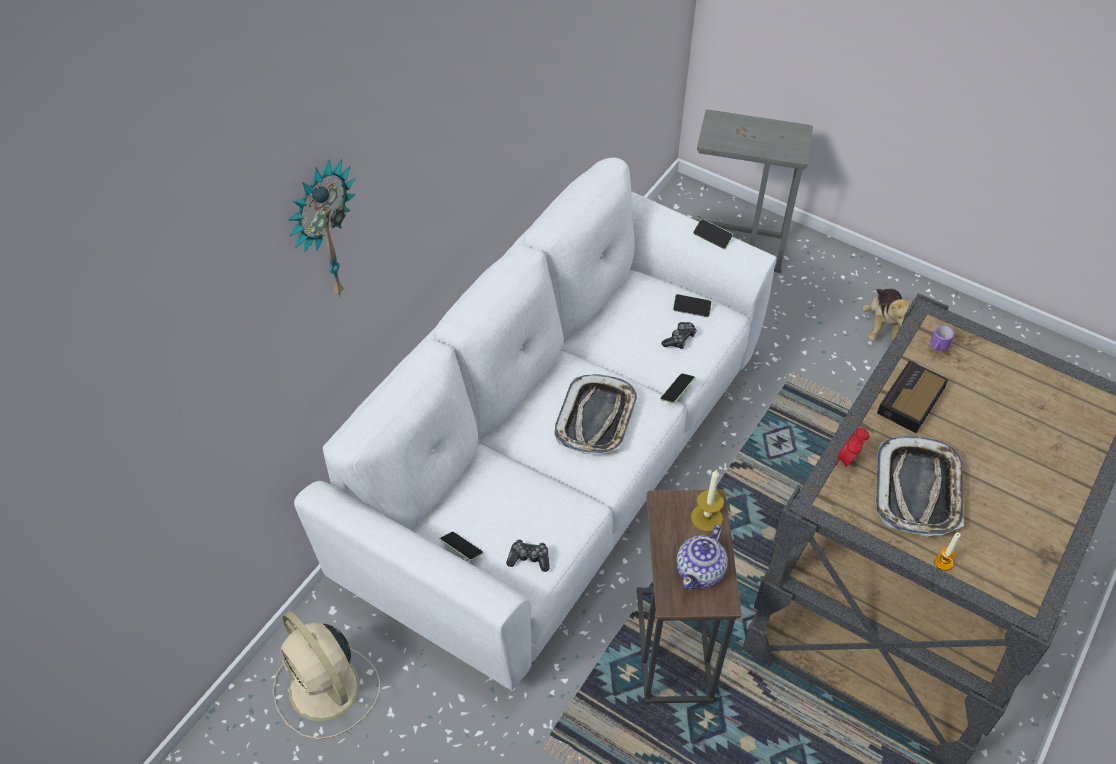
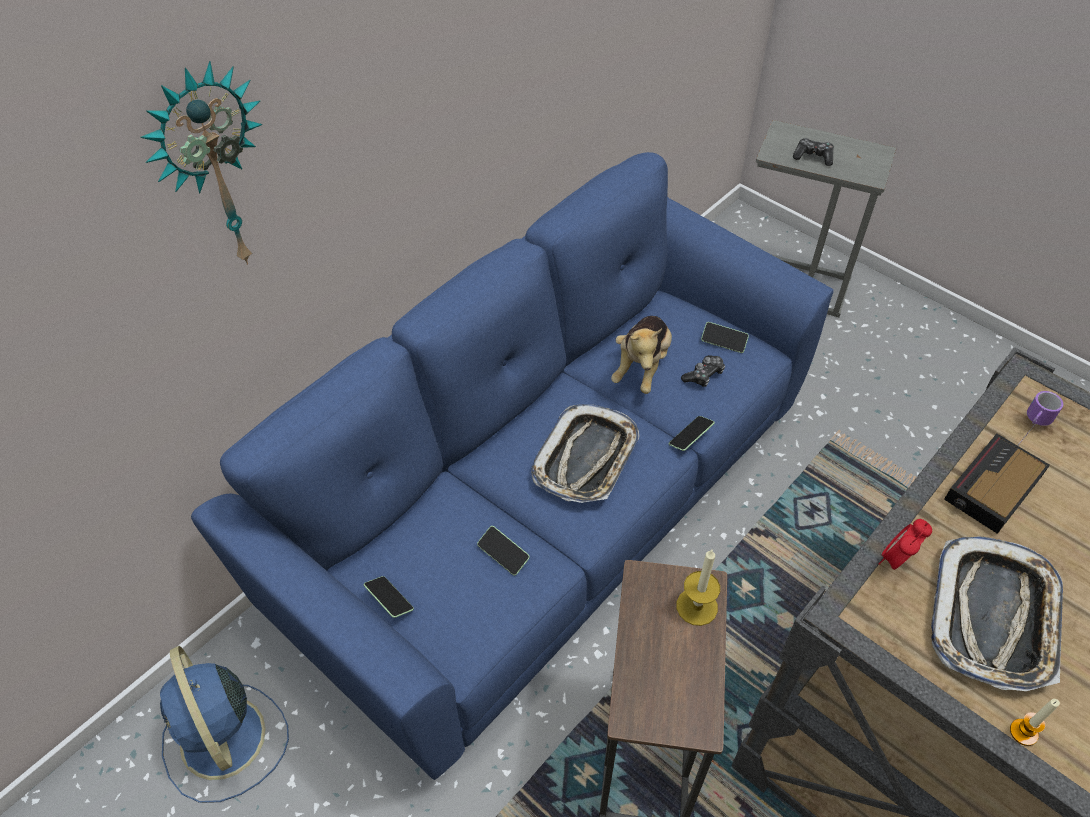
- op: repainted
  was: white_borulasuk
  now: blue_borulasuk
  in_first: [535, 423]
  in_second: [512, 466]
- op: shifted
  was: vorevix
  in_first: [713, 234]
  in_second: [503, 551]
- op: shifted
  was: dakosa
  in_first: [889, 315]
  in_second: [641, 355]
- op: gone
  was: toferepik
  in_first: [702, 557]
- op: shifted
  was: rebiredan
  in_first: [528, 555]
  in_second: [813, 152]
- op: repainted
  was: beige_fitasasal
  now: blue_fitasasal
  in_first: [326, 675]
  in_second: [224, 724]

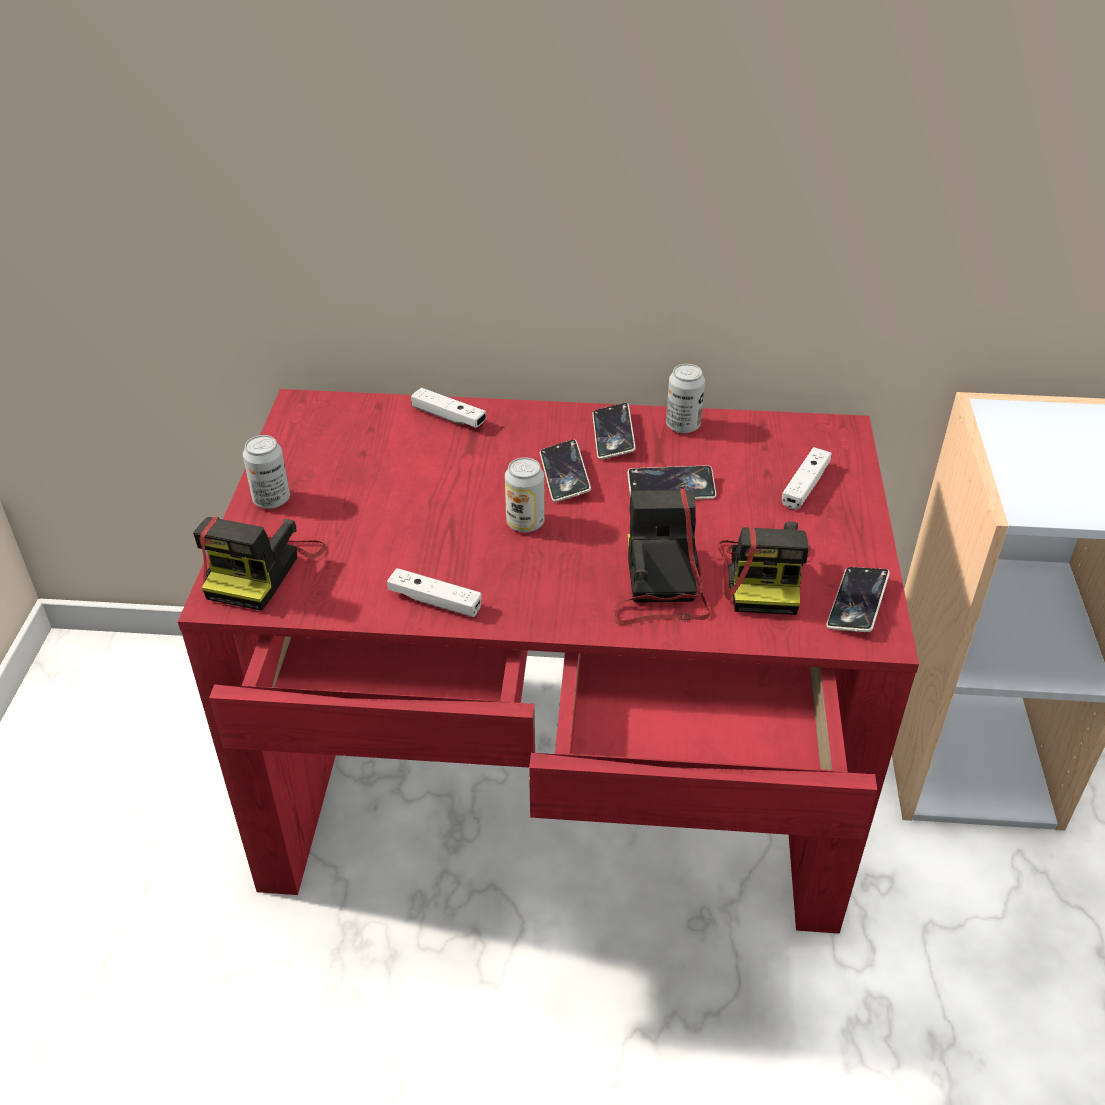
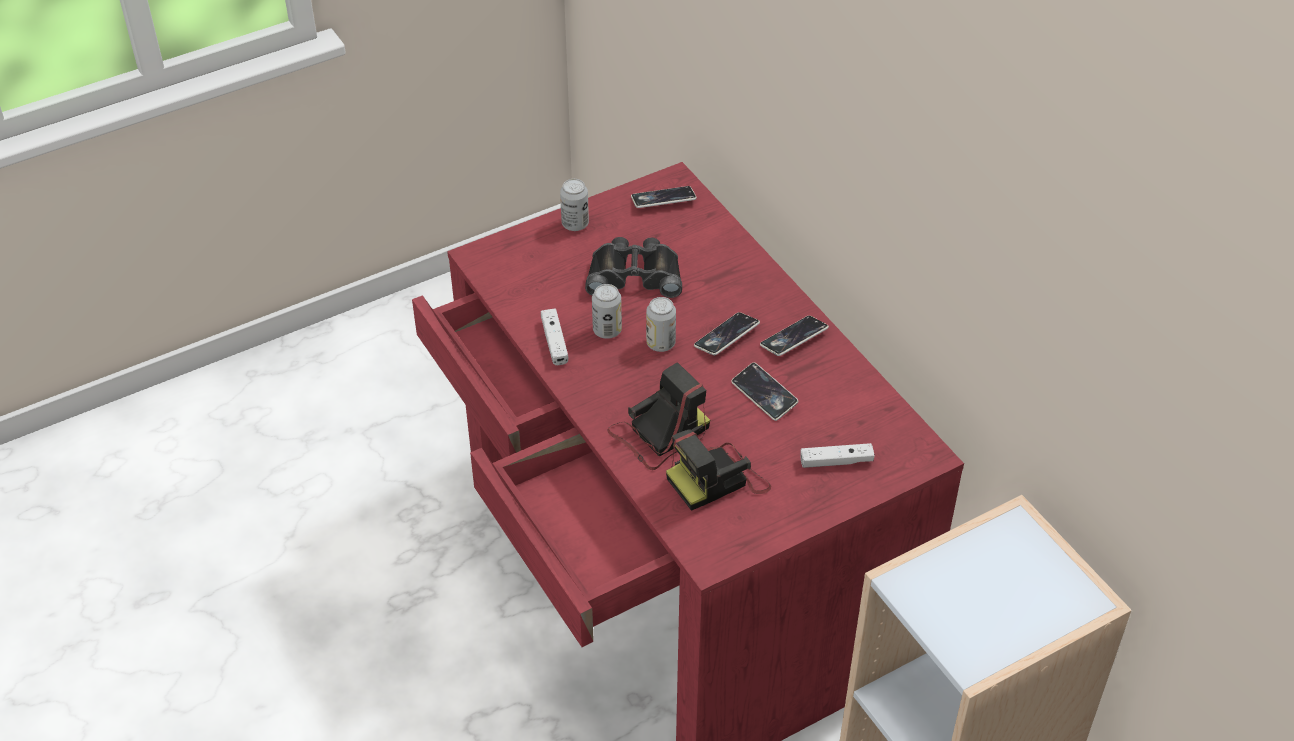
- op: shifted
  was: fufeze
  in_first: [685, 398]
  in_second: [607, 311]
- op: gone
  was: white_rebiredan
  in_first: [448, 407]
- op: gone
  was: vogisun
  in_first: [259, 564]
- op: shifted
  was: vorevix
  in_first: [858, 599]
  in_second: [664, 197]
- op: new
  now: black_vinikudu
  in_second: [633, 267]

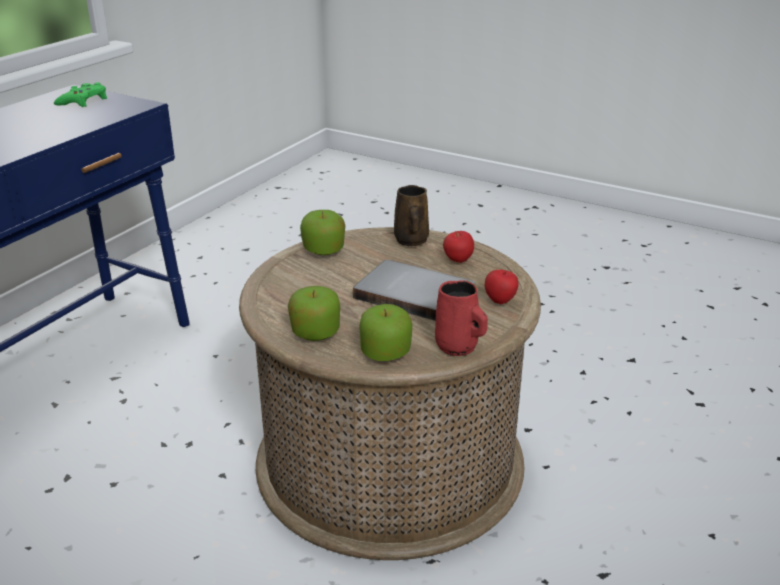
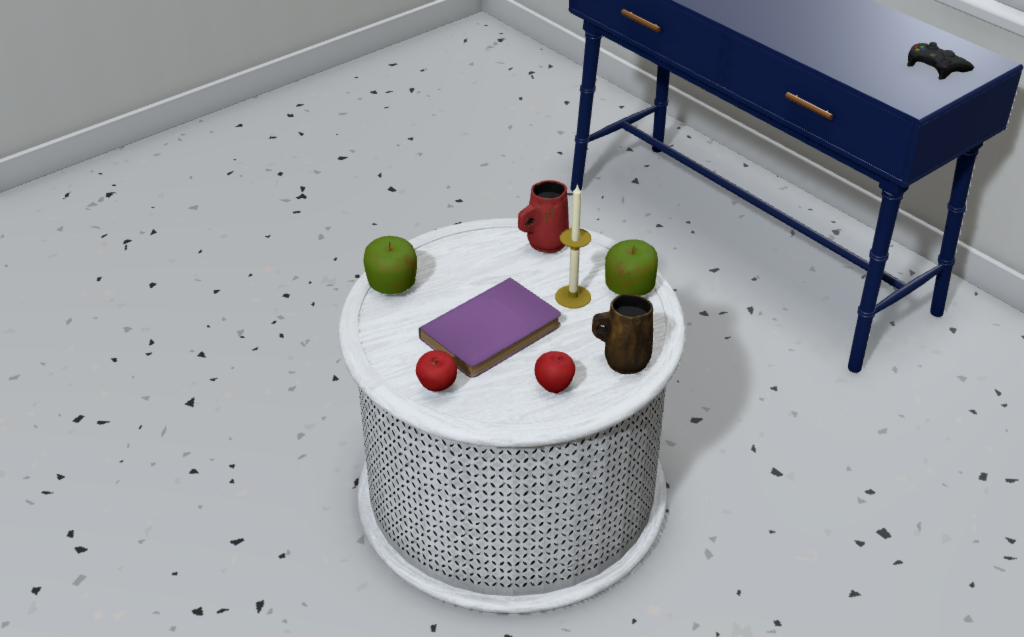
- op: repainted
  was: green_rebiredan
  now: black_rebiredan
  in_first: [80, 94]
  in_second: [940, 61]
- op: repainted
  was: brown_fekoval
  now: white_fekoval
  in_first: [390, 393]
  in_second: [512, 416]
- op: repainted
  was: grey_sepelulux
  now: purple_sepelulux
  in_first: [414, 290]
  in_second: [490, 328]
- op: shifted
  was: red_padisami
  in_first: [461, 318]
  in_second: [543, 216]
- op: gone
  was: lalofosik
  in_first: [314, 313]
- op: new
  now: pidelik
  in_second: [573, 245]

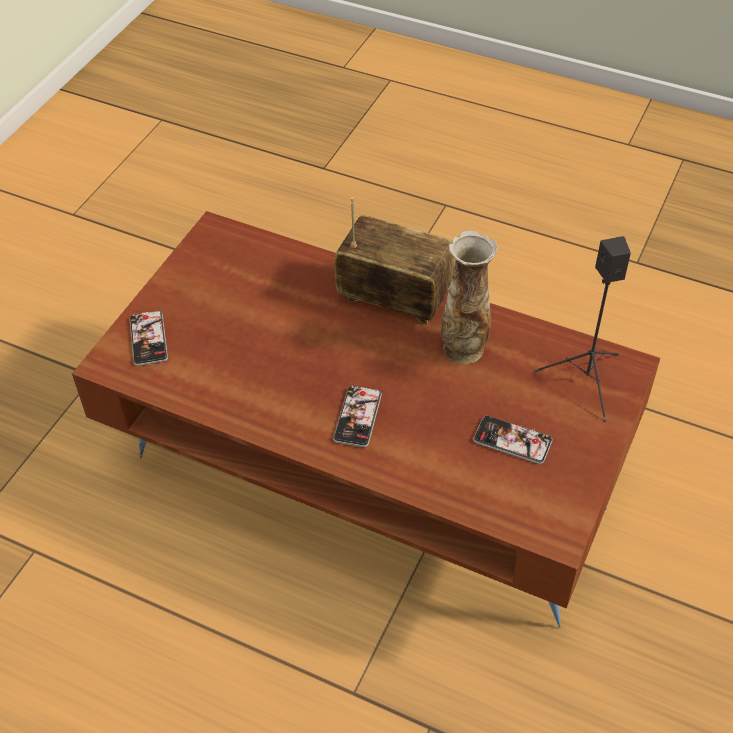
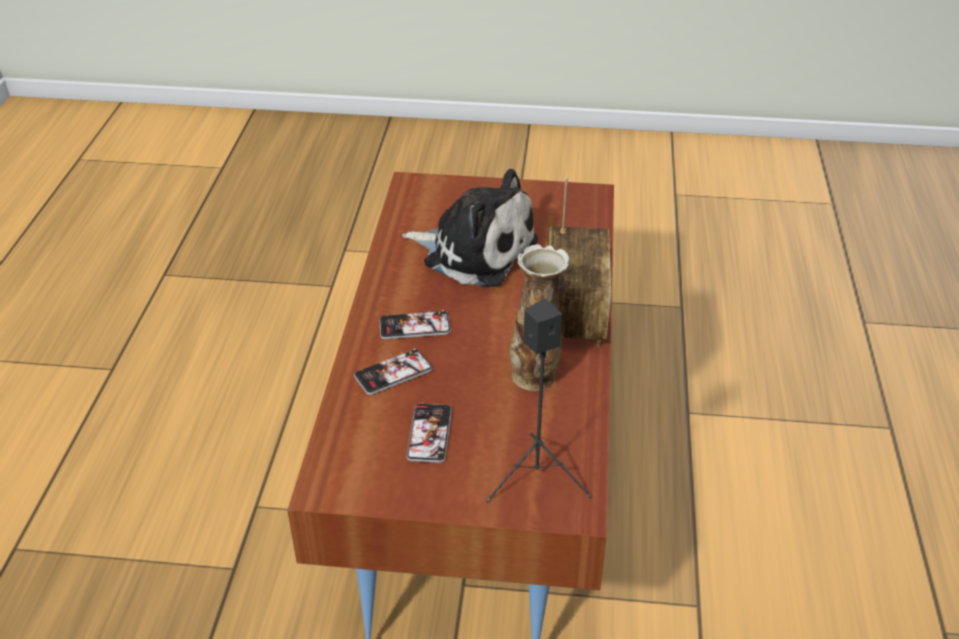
- op: shifted
  was: vorevix
  in_first: [149, 338]
  in_second: [393, 371]
- op: new
  now: dakosa
  in_second: [470, 228]

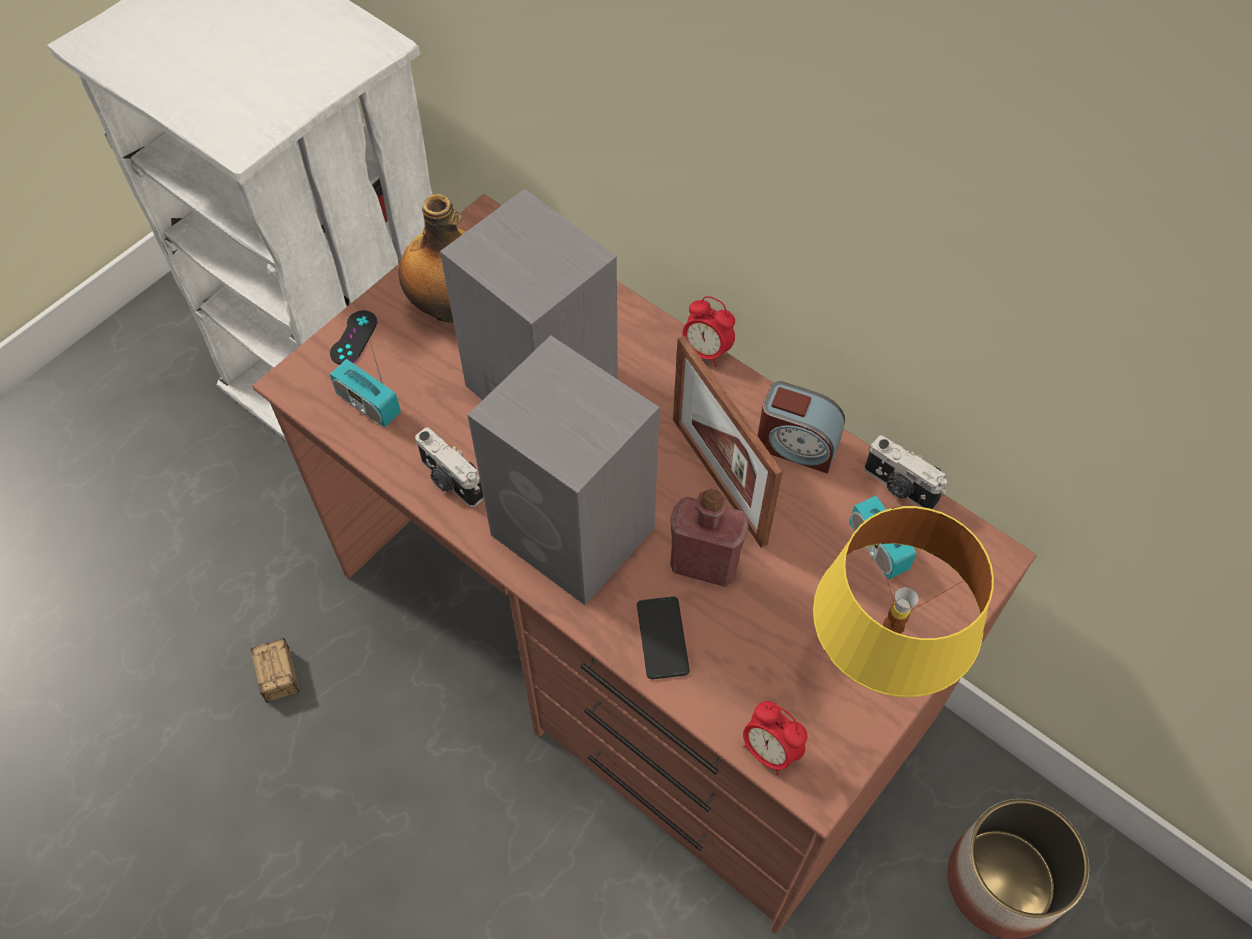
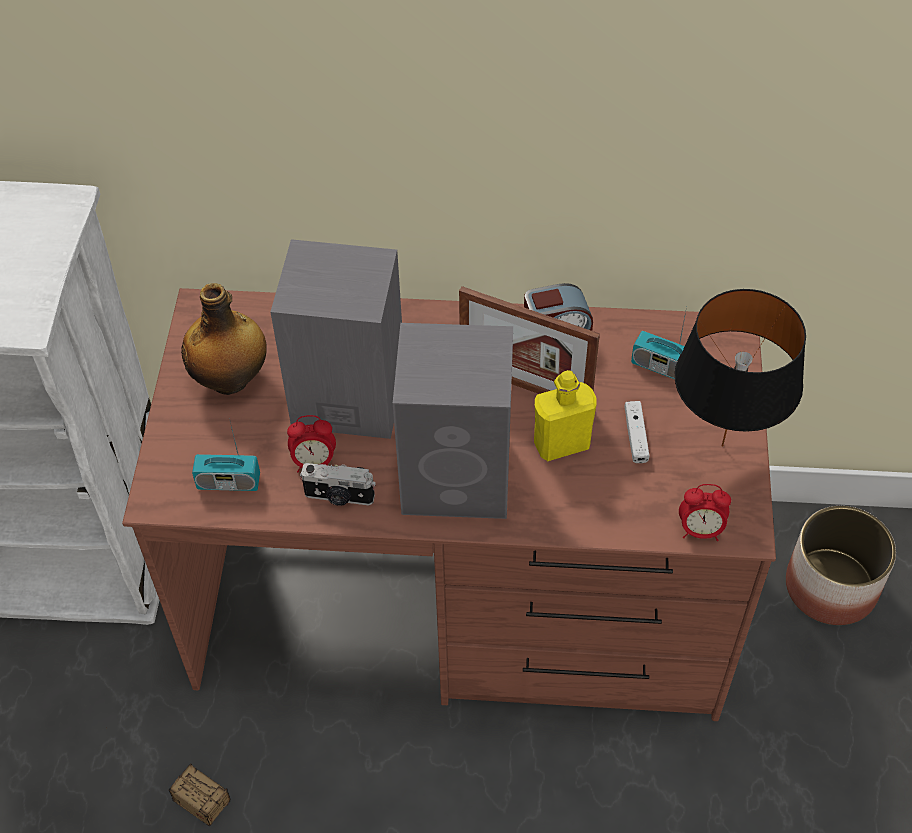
- op: shifted
  was: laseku
  in_first: [709, 331]
  in_second: [311, 443]
- op: gone
  was: black_rebiredan
  in_first: [353, 337]
- op: gone
  was: vogisun
  in_first: [905, 472]
- op: repainted
  was: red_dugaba
  now: yellow_dugaba
  in_first: [709, 538]
  in_second: [565, 415]
- op: repainted
  was: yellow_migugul
  now: black_migugul
  in_first: [903, 601]
  in_second: [740, 368]
- op: gone
  was: vorevix
  in_first: [663, 638]
- op: new
  now: white_rebiredan
  in_second: [637, 432]

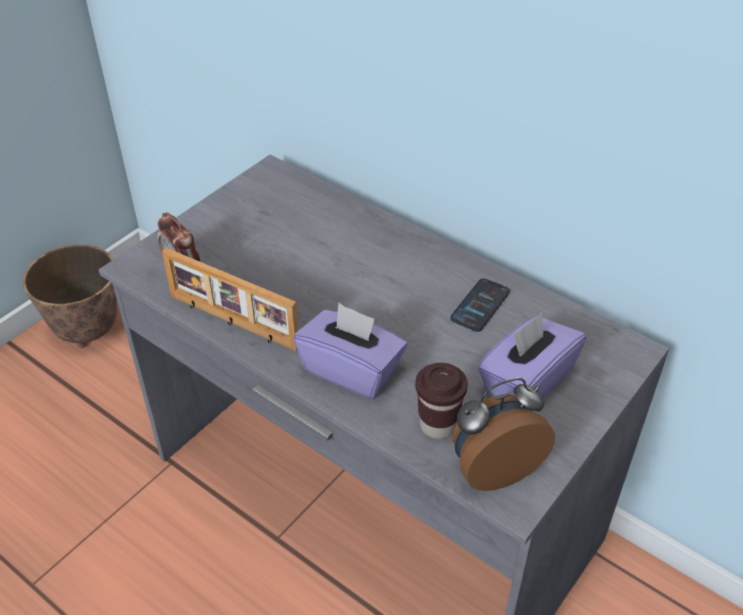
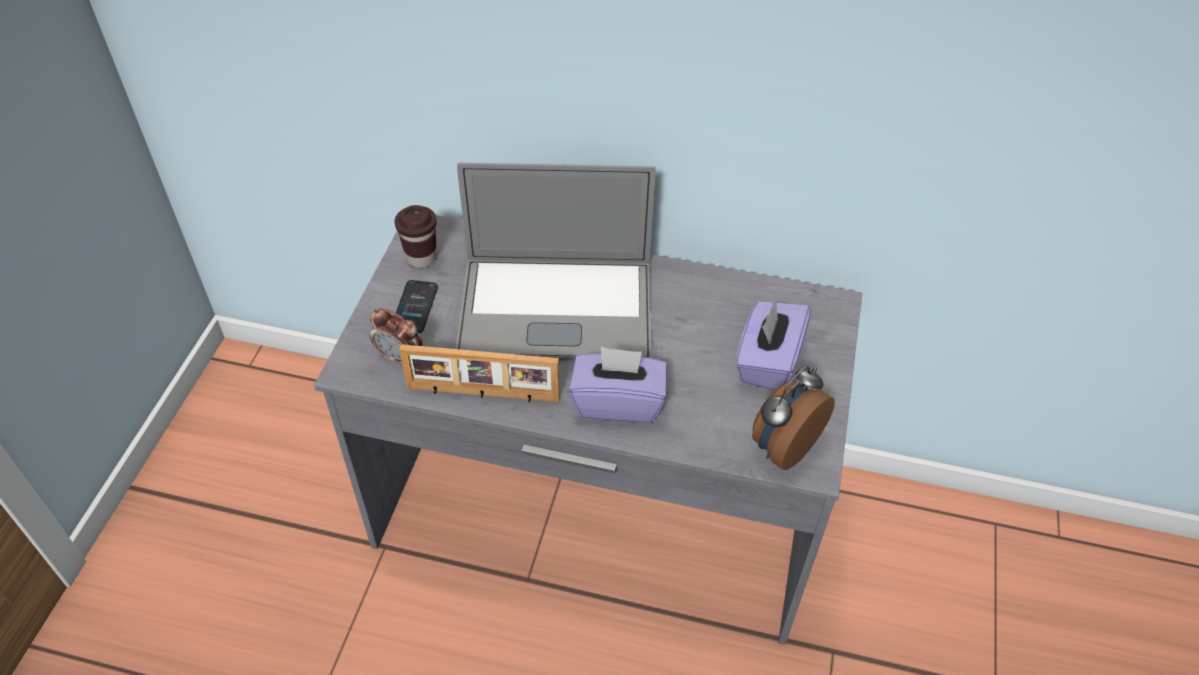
- op: gone
  was: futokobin
  in_first: [70, 296]
- op: shifted
  was: vorevix
  in_first: [480, 305]
  in_second: [417, 306]
- op: shifted
  was: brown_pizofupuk
  in_first: [441, 401]
  in_second: [416, 236]
- op: new
  now: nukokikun
  in_second: [556, 262]

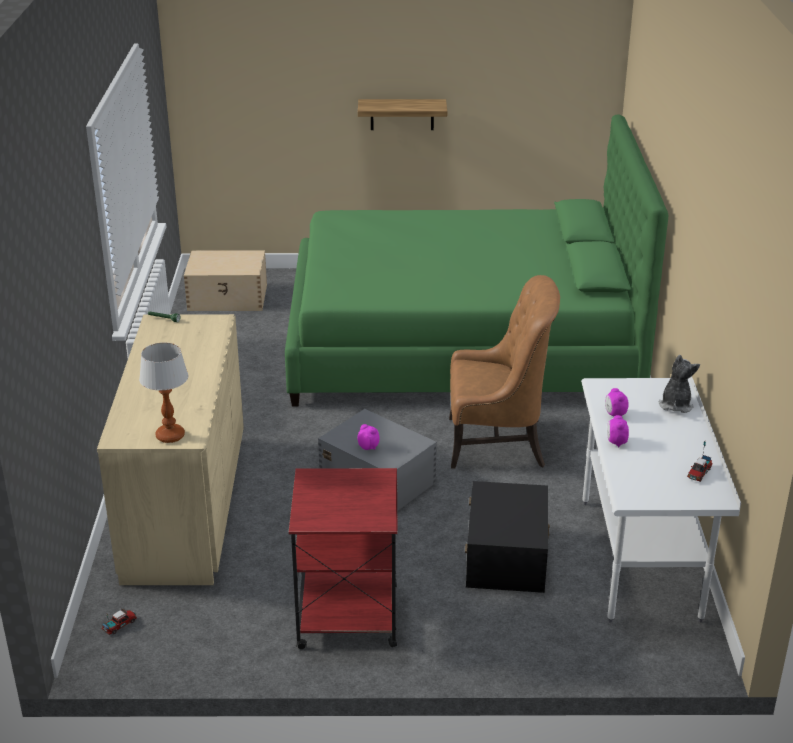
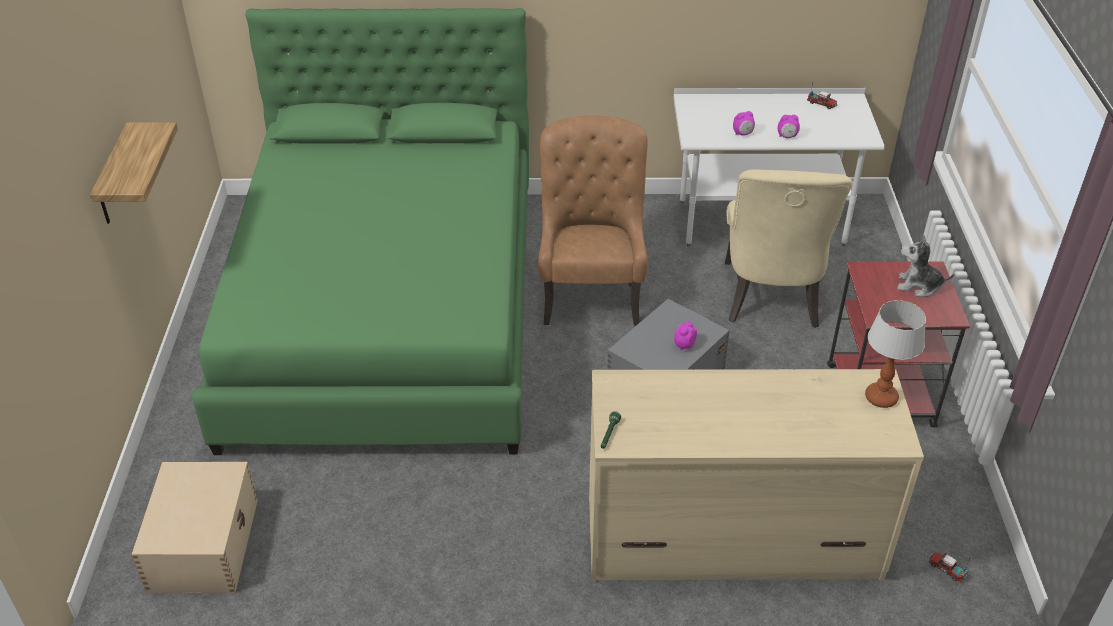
- op: shifted
  was: dakosa
  in_first: [679, 384]
  in_second: [925, 266]
- op: swapped
  was: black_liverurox
  now: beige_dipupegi
  in_first: [507, 537]
  in_second: [788, 248]

